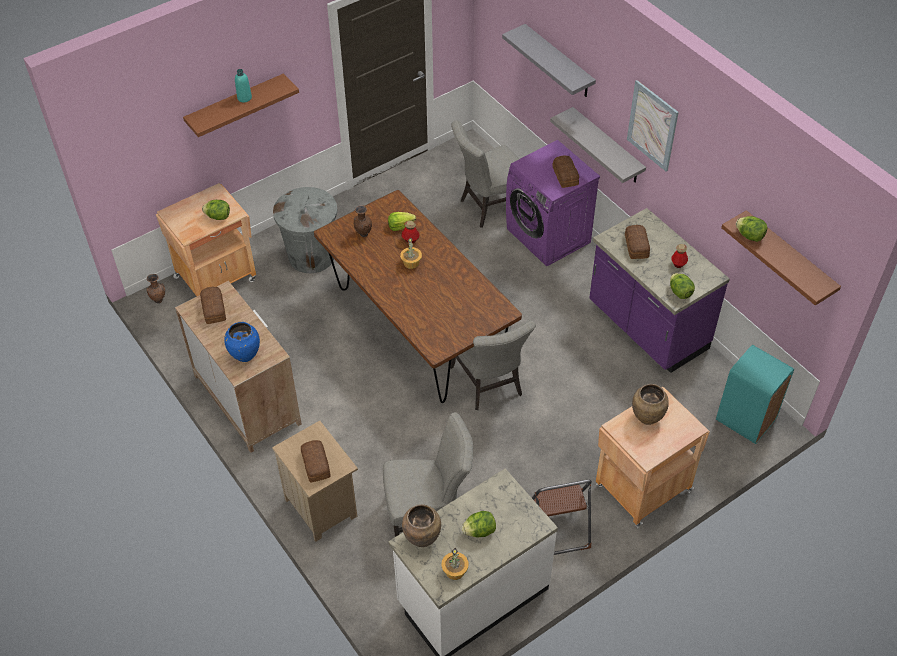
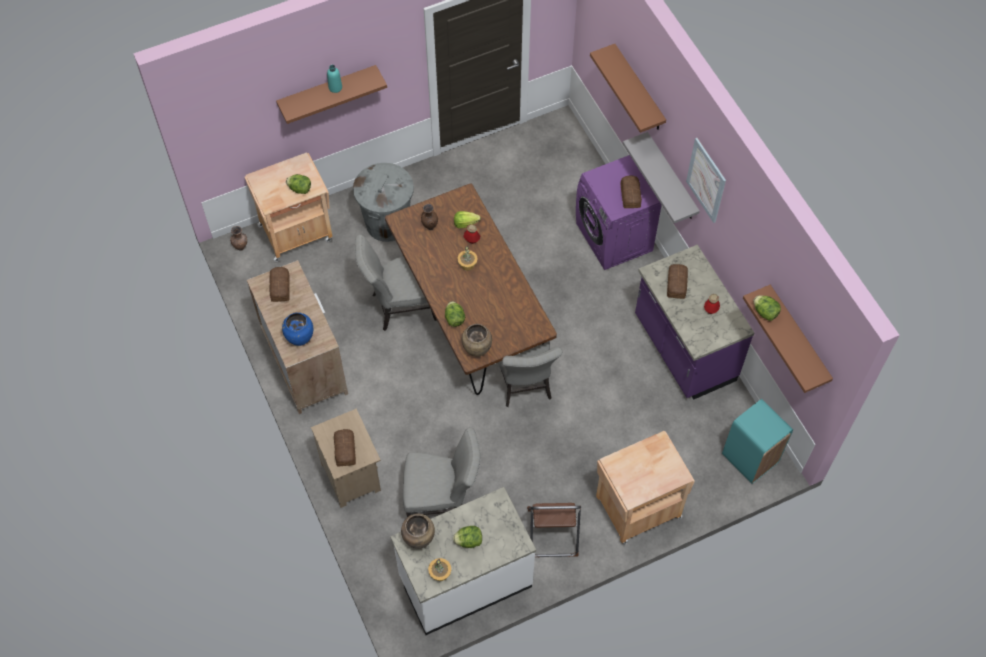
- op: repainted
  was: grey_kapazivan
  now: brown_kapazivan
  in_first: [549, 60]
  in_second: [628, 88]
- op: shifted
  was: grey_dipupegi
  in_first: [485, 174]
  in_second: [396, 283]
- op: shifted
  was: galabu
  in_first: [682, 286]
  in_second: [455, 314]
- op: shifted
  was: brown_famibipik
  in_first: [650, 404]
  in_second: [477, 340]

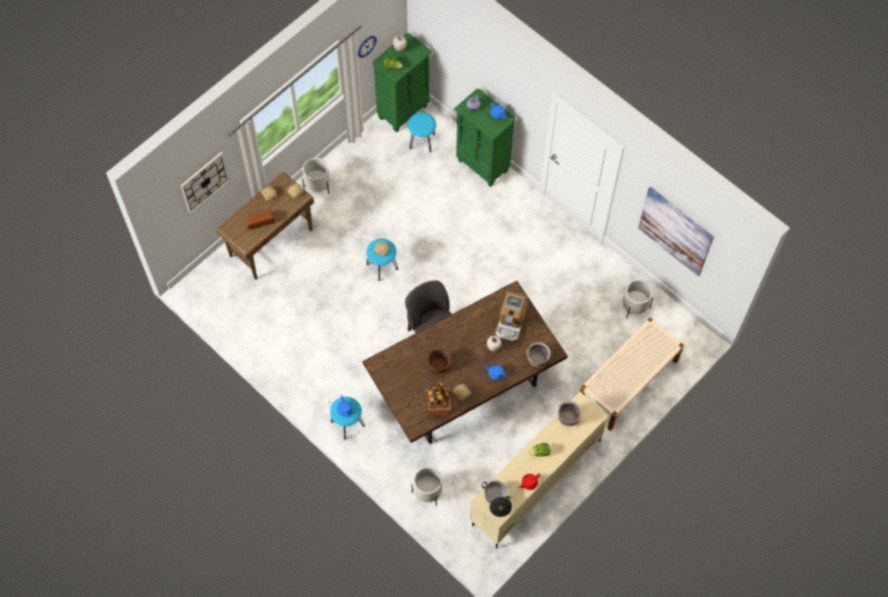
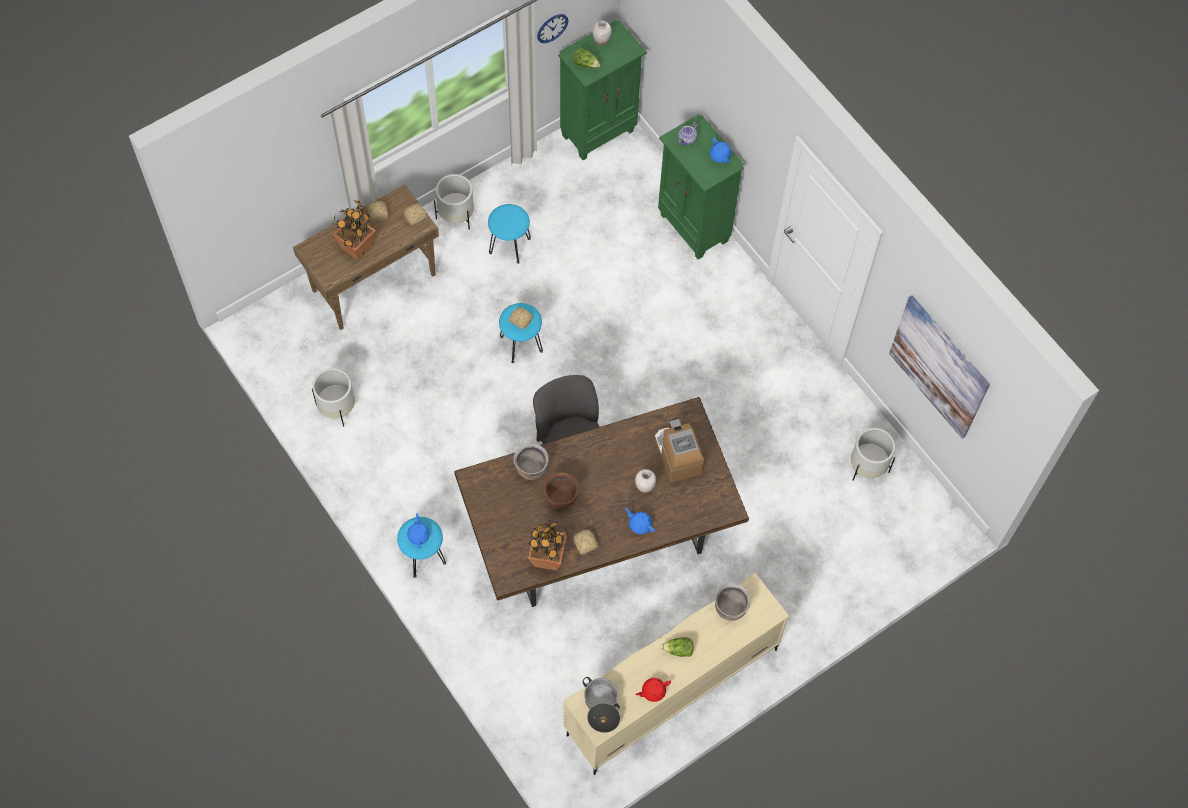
- op: shifted
  was: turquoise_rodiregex
  in_first: [422, 132]
  in_second: [509, 234]
- op: gone
  was: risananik
  in_first: [205, 182]
- op: swapped
  was: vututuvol
  now: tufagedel
  in_first: [260, 220]
  in_second: [354, 230]
- op: rotated
  was: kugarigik
  in_first: [511, 317]
  in_second: [679, 450]
  clockwise: 135
- op: gone
  was: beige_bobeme
  in_first: [632, 374]
- op: shifted
  was: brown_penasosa
  in_first: [539, 355]
  in_second: [531, 461]
- op: shifted
  was: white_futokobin
  in_first: [426, 486]
  in_second: [333, 397]

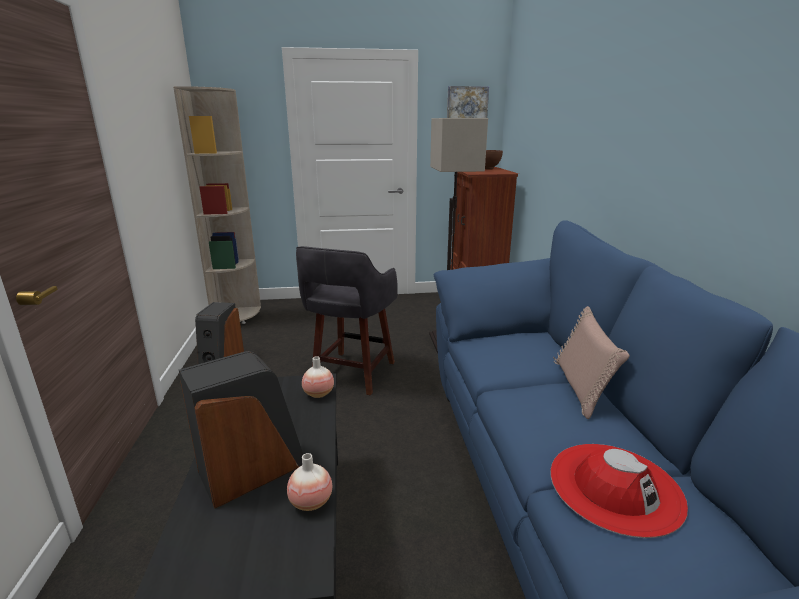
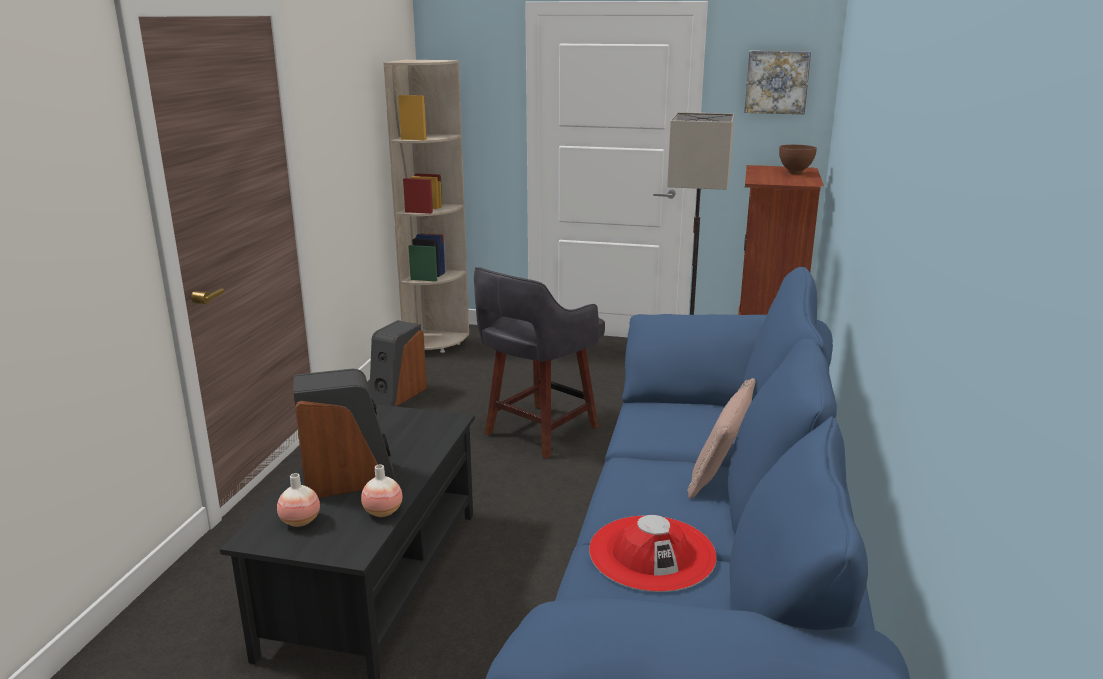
- op: shifted
  was: famibipik
  in_first: [318, 377]
  in_second: [298, 500]

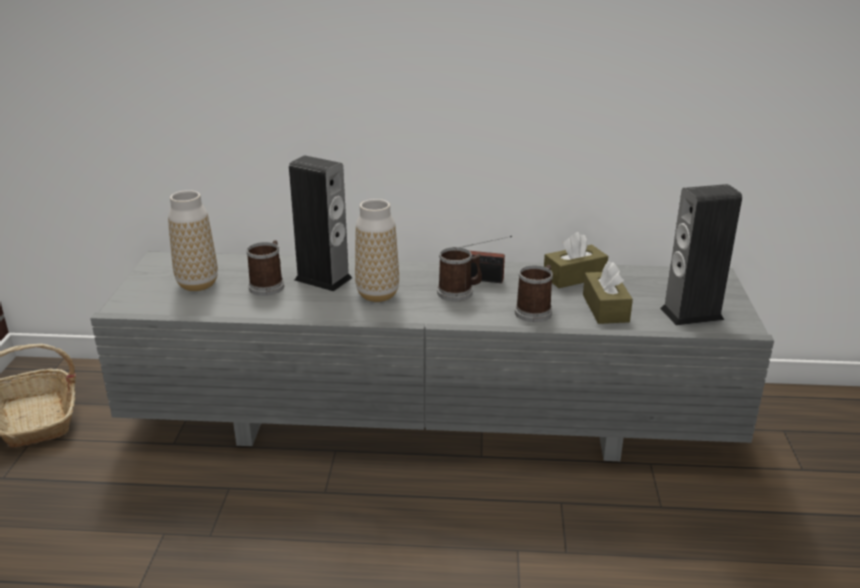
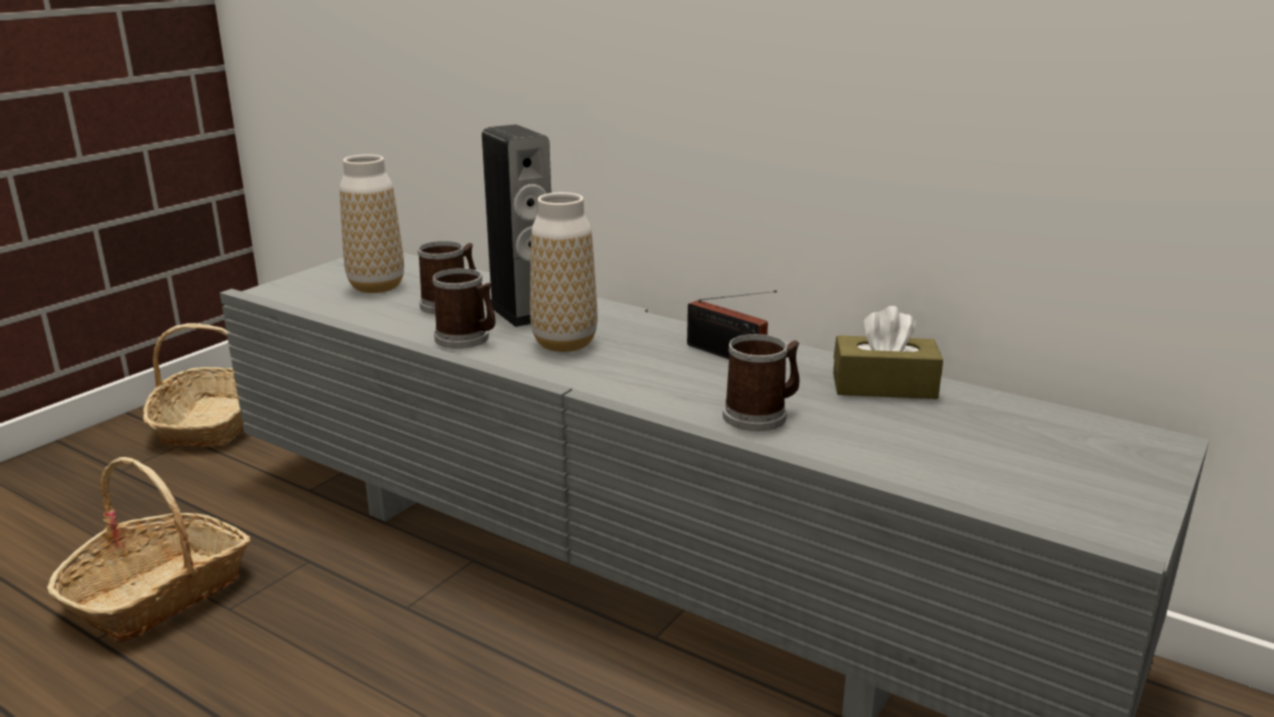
- op: gone
  was: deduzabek
  in_first: [701, 254]
- op: shifted
  was: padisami
  in_first: [459, 274]
  in_second: [464, 308]
- op: gone
  was: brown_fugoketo
  in_first: [608, 292]
- op: new
  now: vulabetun
  in_second: [149, 550]

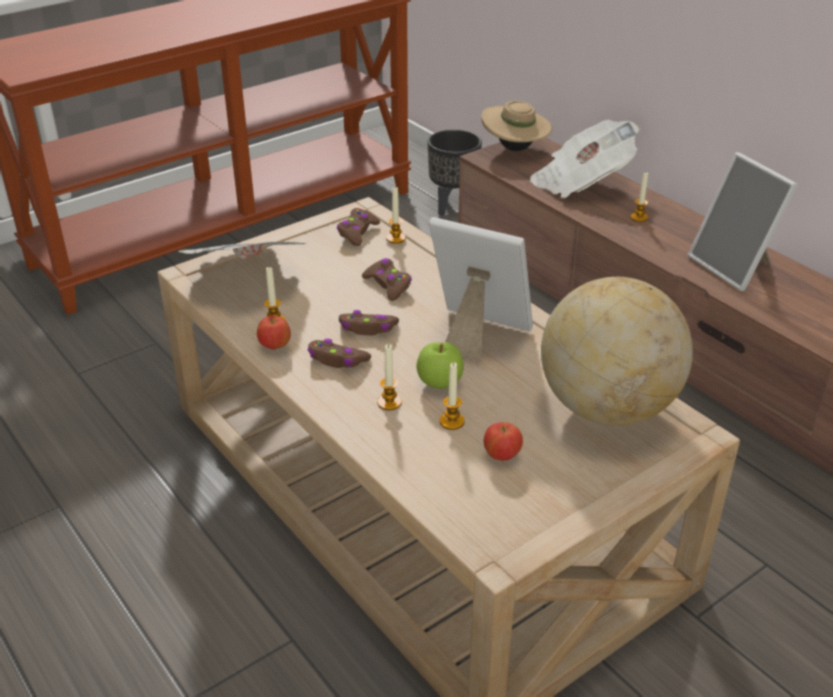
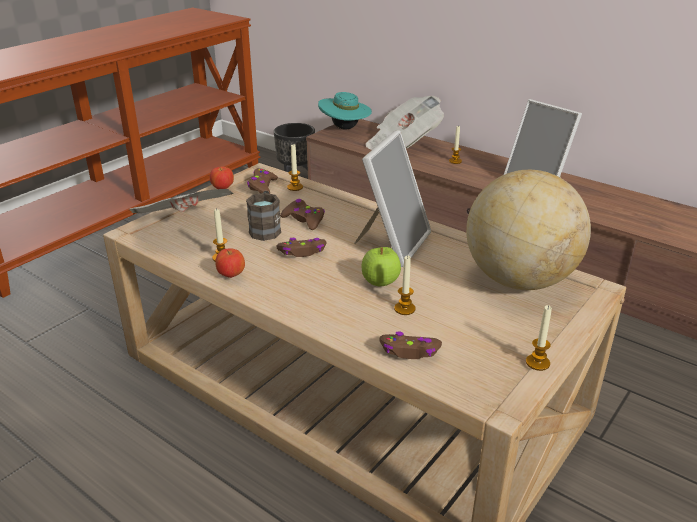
- op: repainted
  was: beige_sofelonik
  now: turquoise_sofelonik
  in_first: [516, 126]
  in_second: [345, 110]
- op: rotated
  was: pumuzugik
  in_first: [481, 289]
  in_second: [392, 198]
  clockwise: 105
- op: shifted
  was: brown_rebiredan
  in_first: [339, 353]
  in_second: [411, 345]
- op: shifted
  was: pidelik
  in_first: [389, 377]
  in_second: [539, 338]
- op: shifted
  was: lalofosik
  in_first: [503, 441]
  in_second: [222, 178]
- op: new
  now: brown_padisami
  in_second: [263, 216]

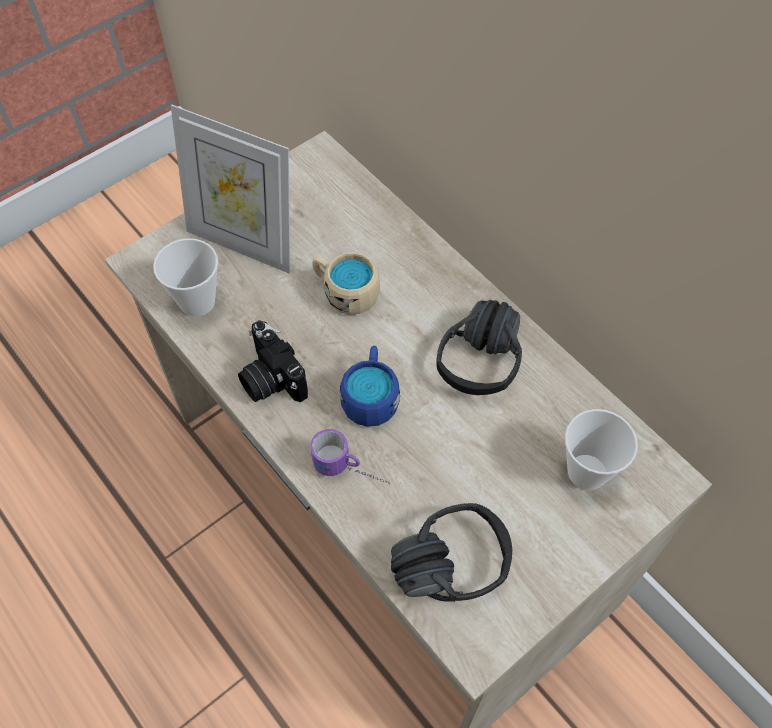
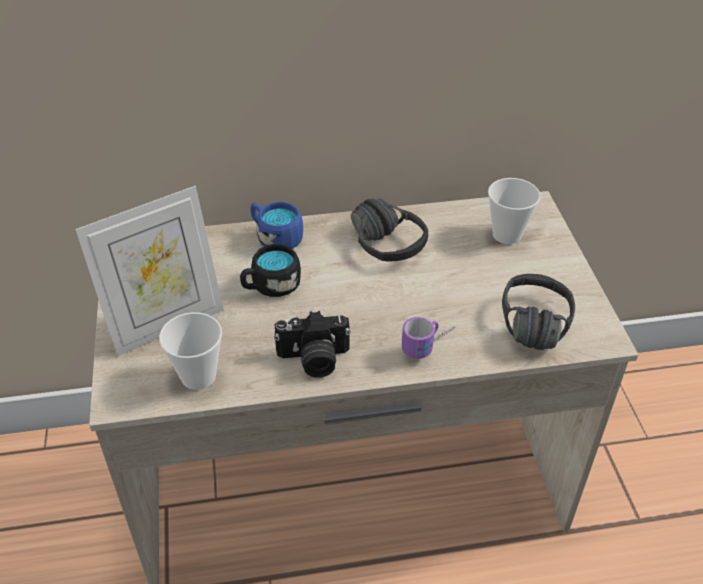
- op: repainted
  was: beige_padisami
  now: black_padisami
  in_first: [346, 283]
  in_second: [270, 270]
- op: shifted
  was: blue_padisami
  in_first: [370, 386]
  in_second: [276, 225]

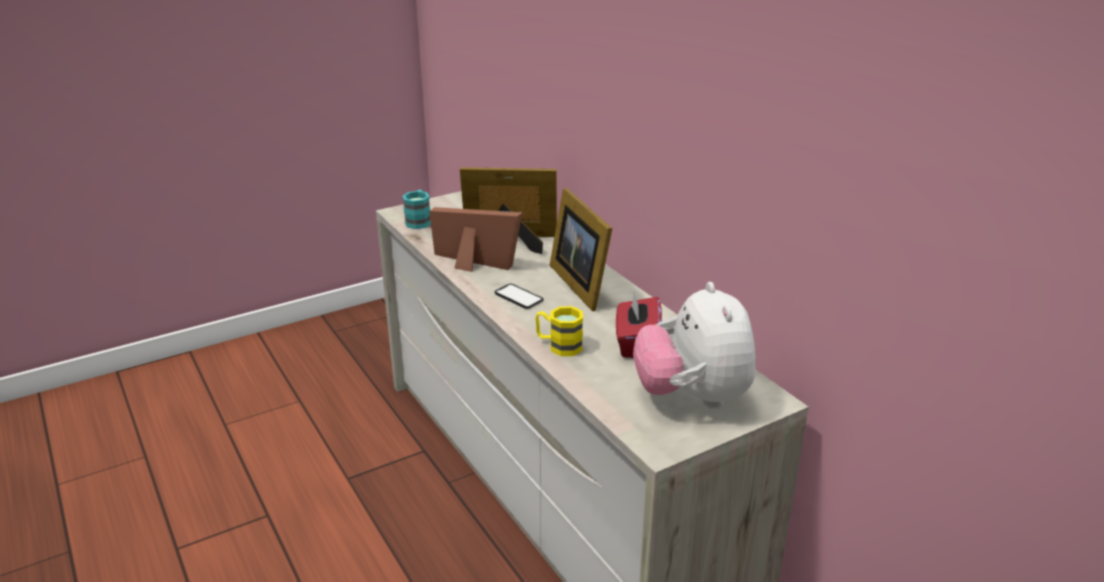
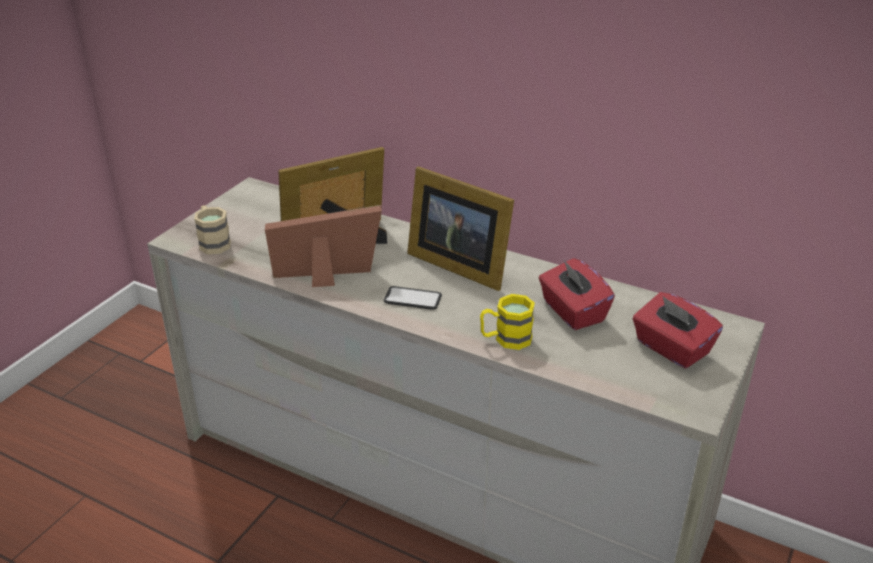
- op: repainted
  was: turquoise_padisami
  now: beige_padisami
  in_first: [417, 209]
  in_second: [212, 229]
- op: swapped
  was: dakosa
  now: red_fugoketo
  in_first: [694, 345]
  in_second: [678, 330]

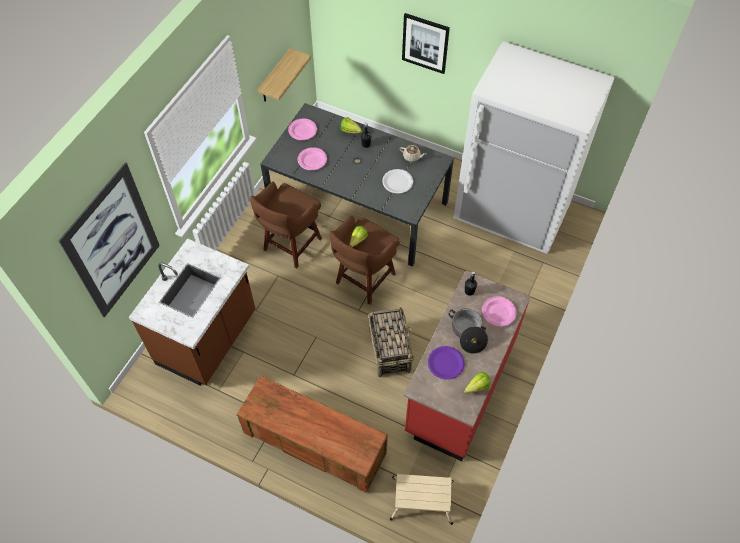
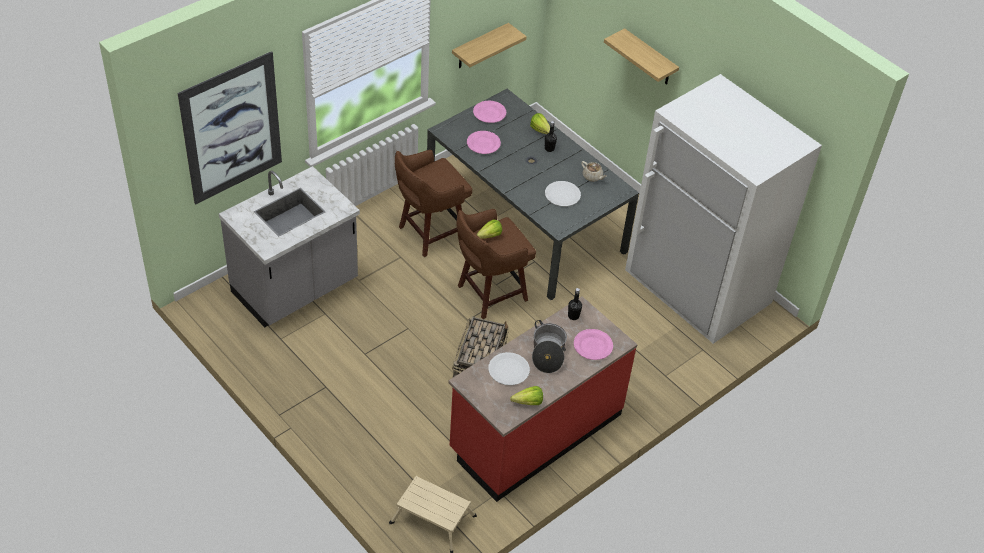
- op: swapped
  was: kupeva
  now: kapazivan
  in_first: [426, 43]
  in_second: [641, 56]
- op: repainted
  was: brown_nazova
  now: grey_nazova
  in_first: [192, 311]
  in_second: [289, 247]
- op: repainted
  was: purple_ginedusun
  now: white_ginedusun
  in_first: [446, 362]
  in_second: [509, 368]
- op: gone
  was: brown_bobeme
  in_first: [312, 434]

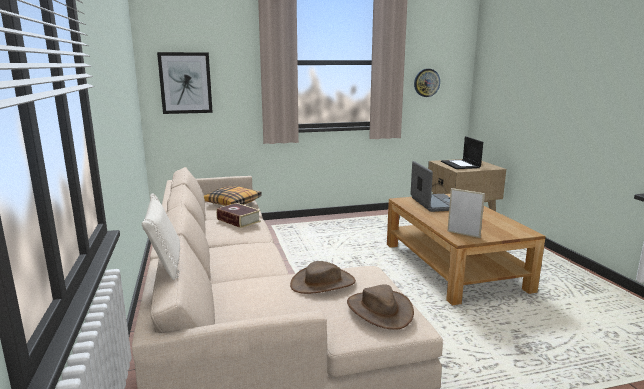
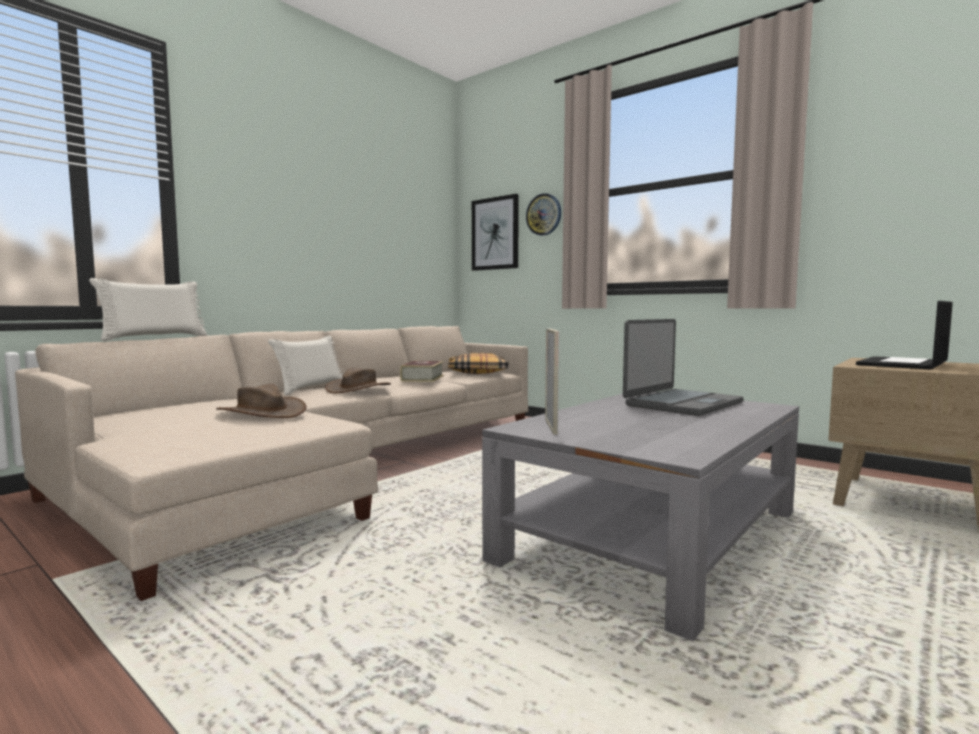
- op: shifted
  was: risananik
  in_first: [427, 83]
  in_second: [543, 214]
- op: repainted
  was: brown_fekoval
  now: grey_fekoval
  in_first: [466, 249]
  in_second: [640, 516]
- op: shifted
  was: brown_sofelonik
  in_first: [380, 307]
  in_second: [358, 380]
- op: new
  now: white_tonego
  in_second: [305, 365]

